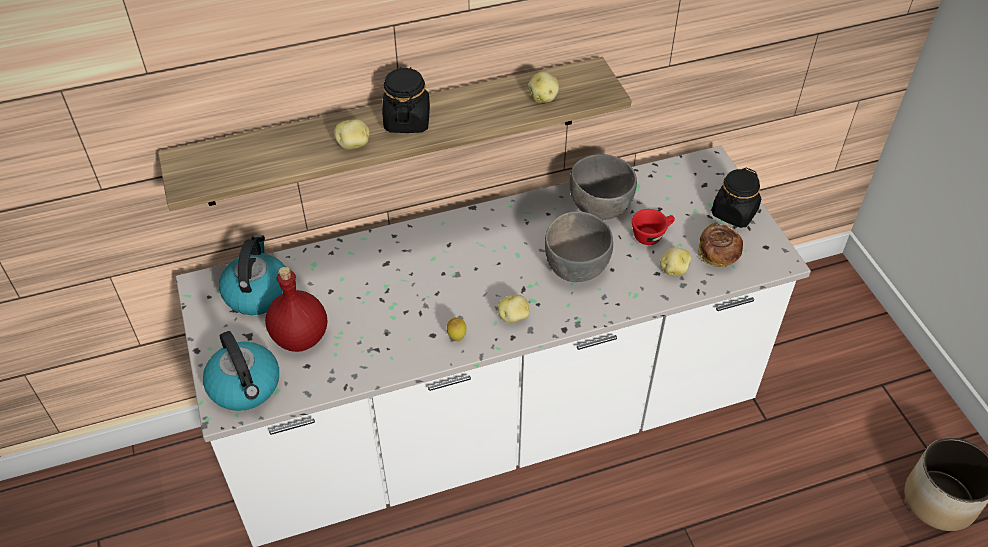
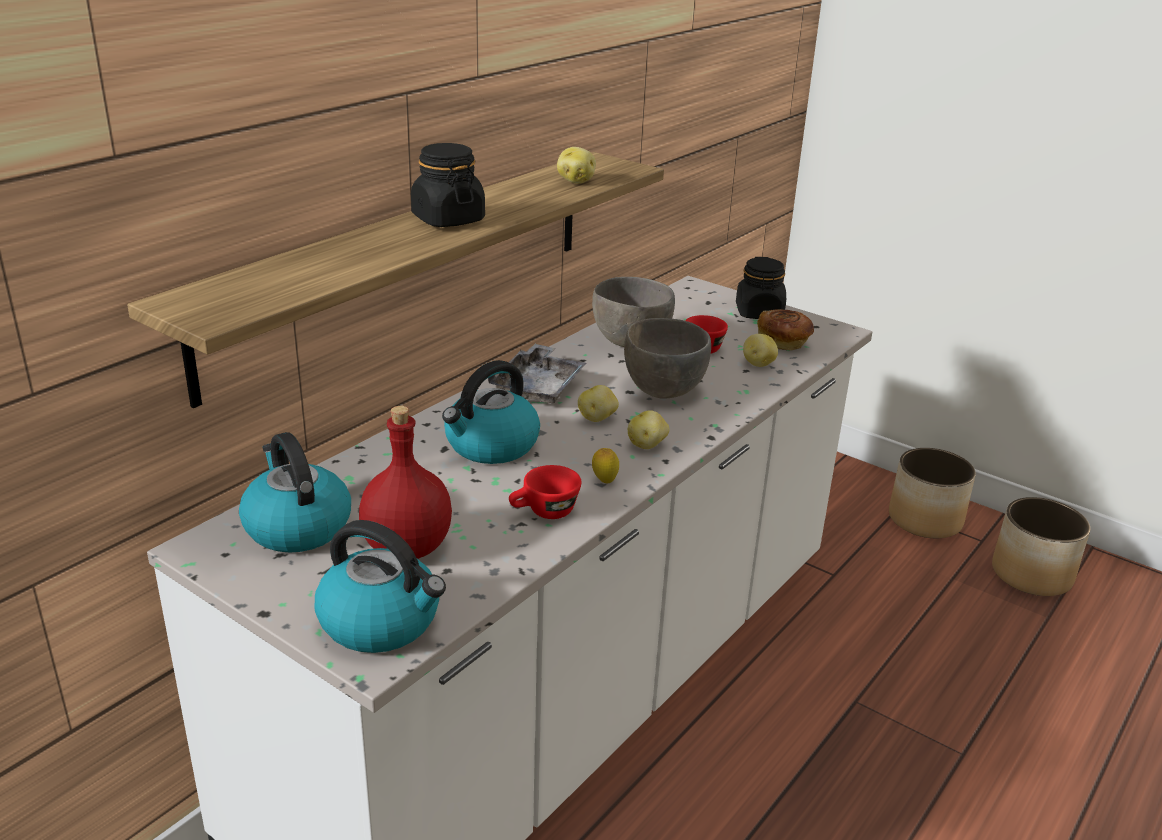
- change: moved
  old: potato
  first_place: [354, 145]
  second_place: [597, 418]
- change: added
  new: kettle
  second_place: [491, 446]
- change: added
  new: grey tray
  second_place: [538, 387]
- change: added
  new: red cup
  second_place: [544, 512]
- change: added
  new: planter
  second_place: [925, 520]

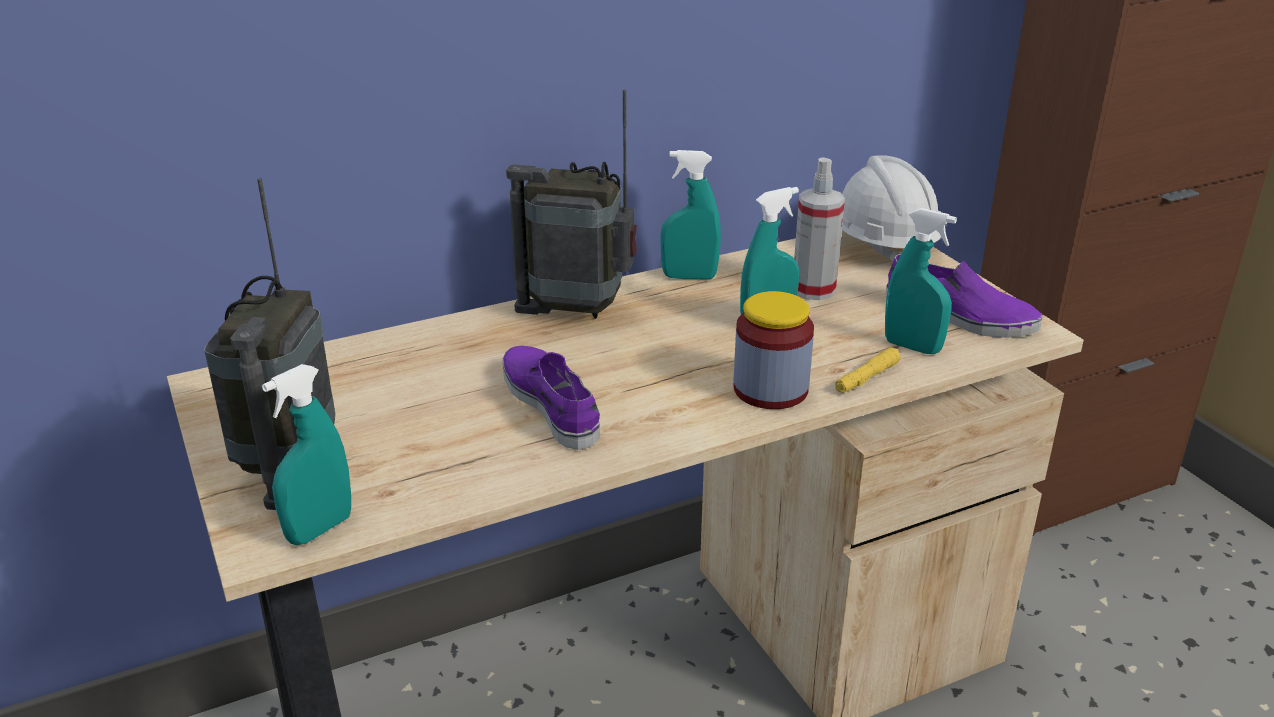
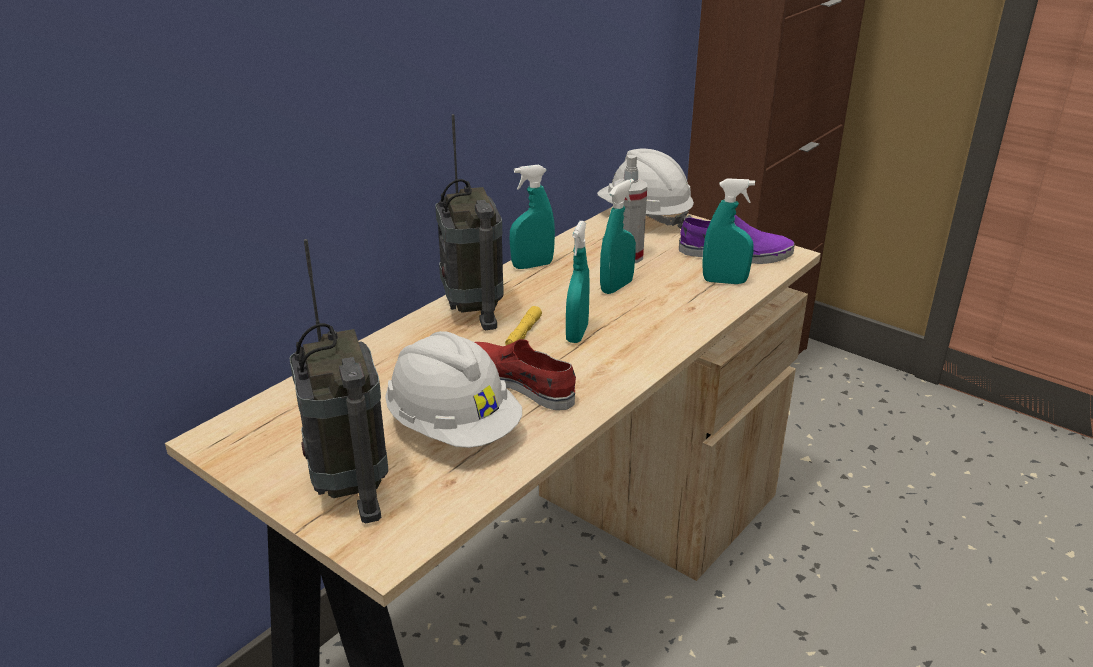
- change: moved
  old: turquoise spray bottle
  first_place: [319, 529]
  second_place: [577, 334]
- change: recoloured
  old: purple shoe
  new: red shoe
  first_place: [552, 404]
  second_place: [516, 382]
- change: turned
  old: radio
  first_place: [577, 311]
  second_place: [472, 309]
  degrees: -90
- change: removed
  old: jar
  first_place: [770, 389]
- change: moved
  old: yellow flashlight
  first_place: [866, 378]
  second_place: [523, 333]
- change: added
  new: white hard hat
  second_place: [453, 427]

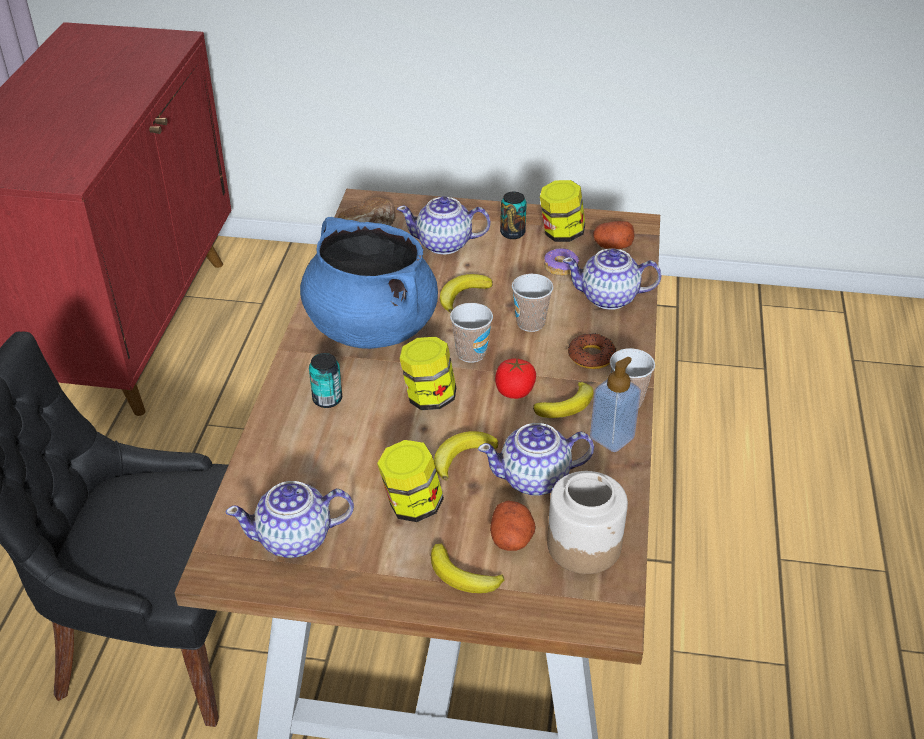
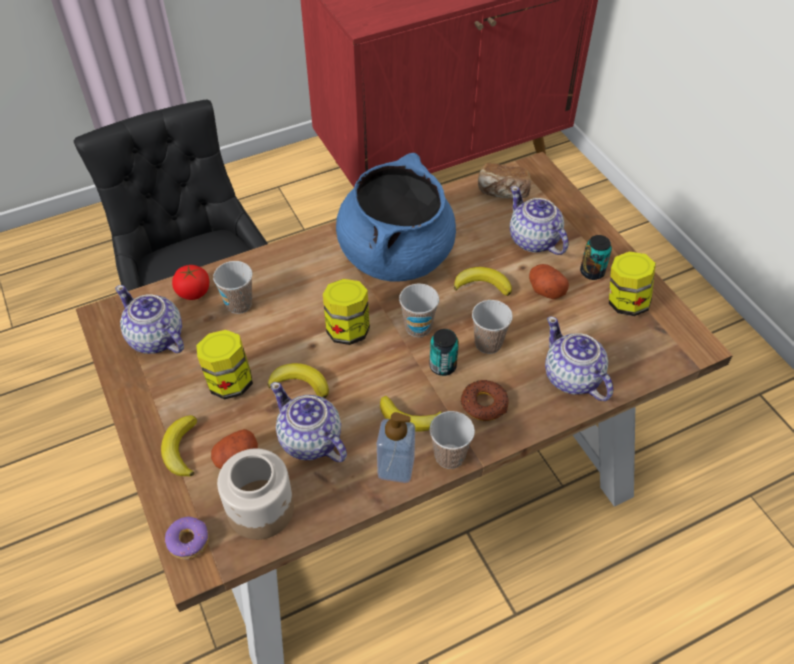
- change: moved
  old: can
  first_place: [327, 399]
  second_place: [442, 366]
- change: moved
  old: tomato
  first_place: [514, 391]
  second_place: [193, 292]
- change: moved
  old: donut
  first_place: [560, 267]
  second_place: [189, 541]
- change: moved
  old: potato
  first_place: [612, 246]
  second_place: [545, 289]
- change: added
  new: cup
  second_place: [239, 304]

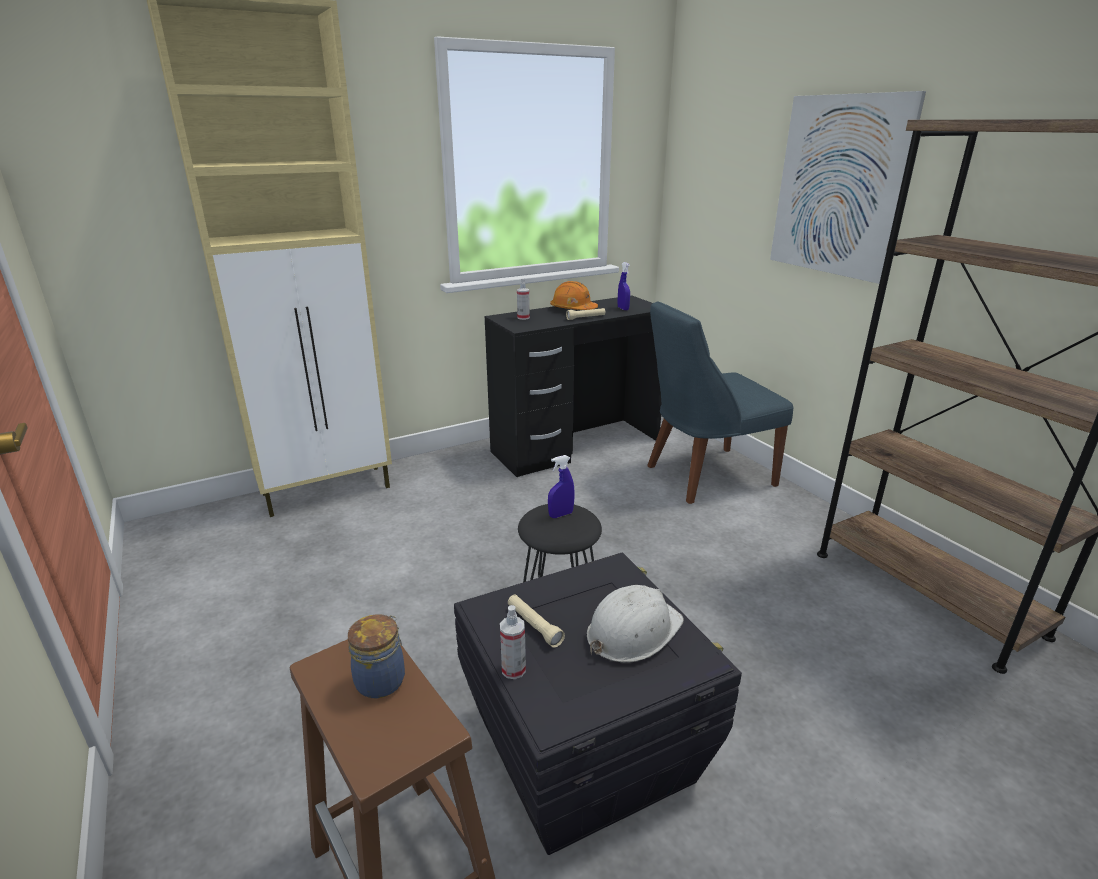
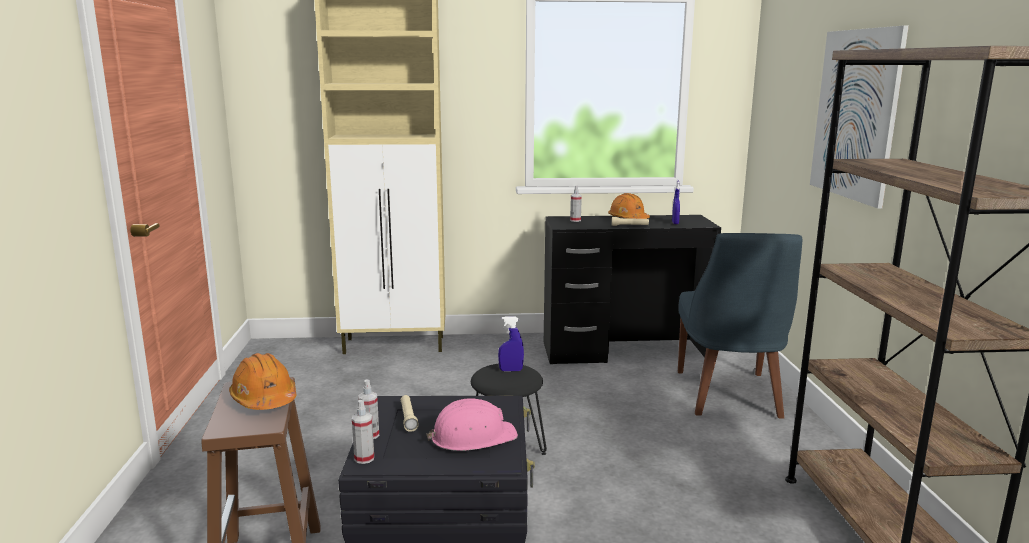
- change: replaced
  old: jar
  new: orange hard hat
  first_place: [382, 680]
  second_place: [264, 399]
- change: recoloured
  old: white hard hat
  new: pink hard hat
  first_place: [632, 631]
  second_place: [472, 436]
- change: turned
  old: blue chair
  first_place: [704, 476]
  second_place: [729, 396]
  degrees: -90
- change: added
  new: spray bottle
  second_place: [364, 458]

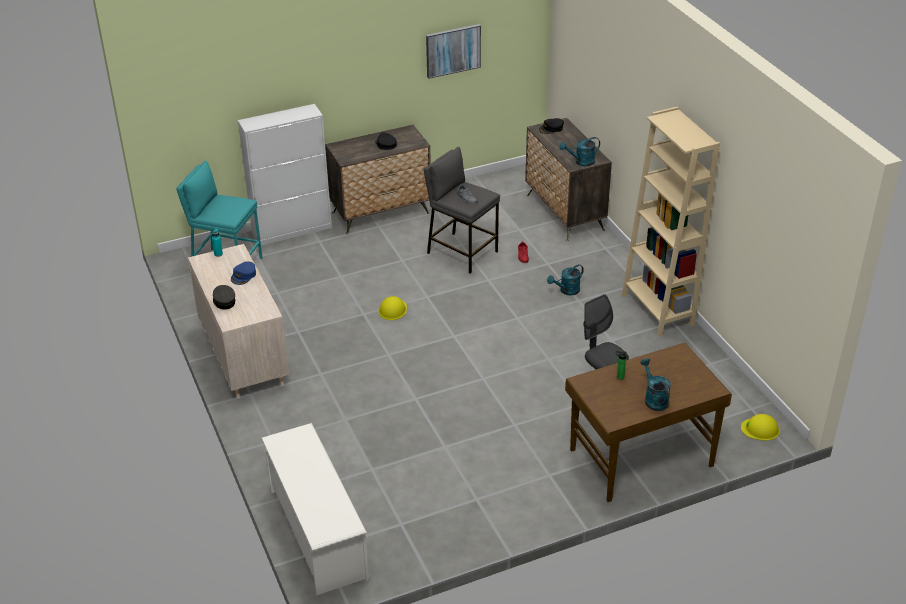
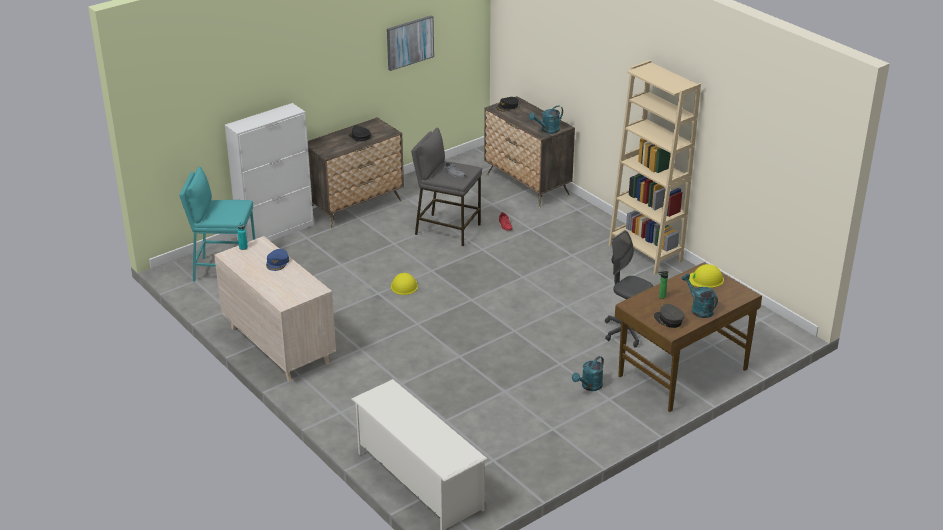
- change: moved
  old: grey cap
  first_place: [224, 301]
  second_place: [668, 320]
- change: moved
  old: turquoise watering can
  first_place: [566, 291]
  second_place: [589, 387]
- change: moved
  old: yellow hard hat
  first_place: [760, 429]
  second_place: [706, 279]

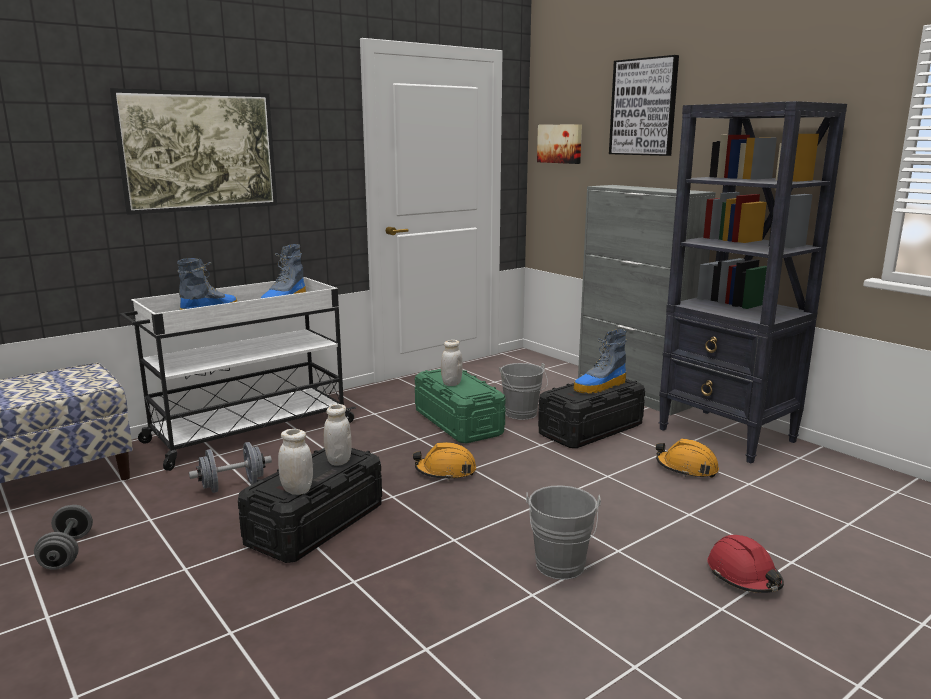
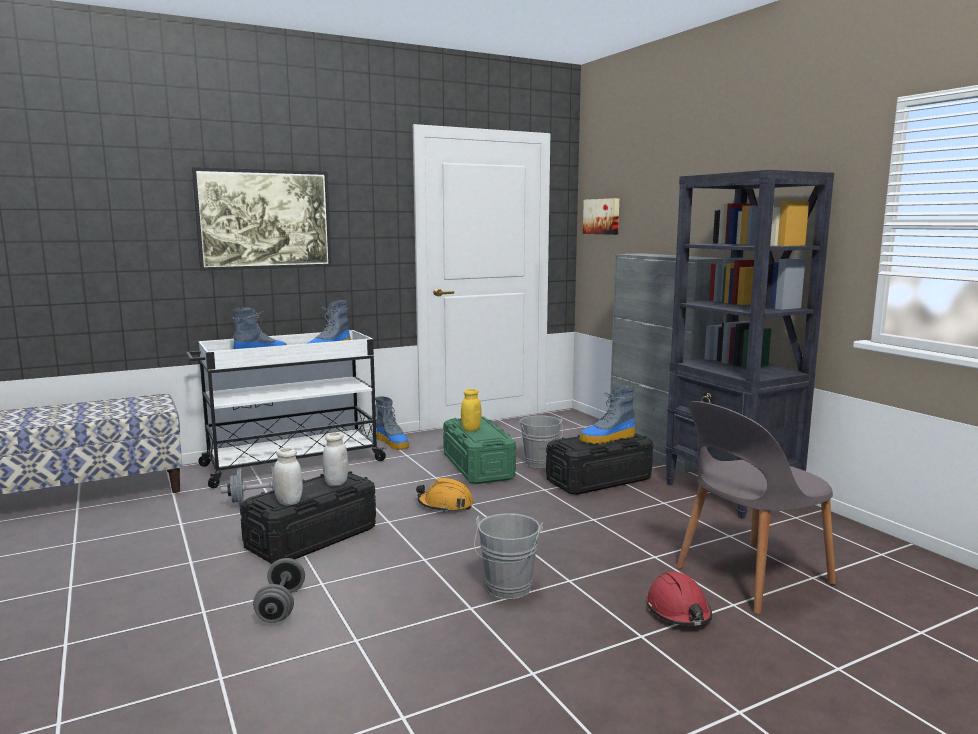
- change: moved
  old: grey dumbbell
  first_place: [67, 552]
  second_place: [281, 606]
- change: recoloured
  old: white jar
  new: yellow jar
  first_place: [451, 383]
  second_place: [471, 429]
- change: removed
  old: picture
  first_place: [644, 107]
- change: removed
  old: orange hard hat
  first_place: [686, 468]
- change: added
  new: boot
  second_place: [393, 443]
- change: added
  new: grey chair
  second_place: [750, 576]

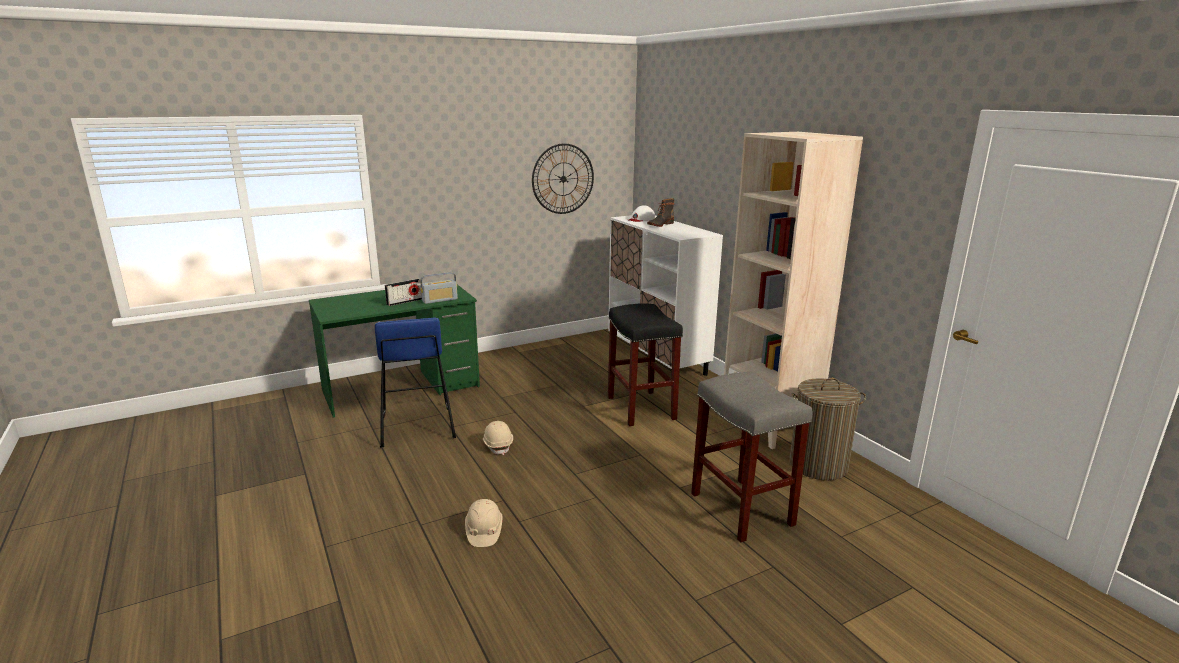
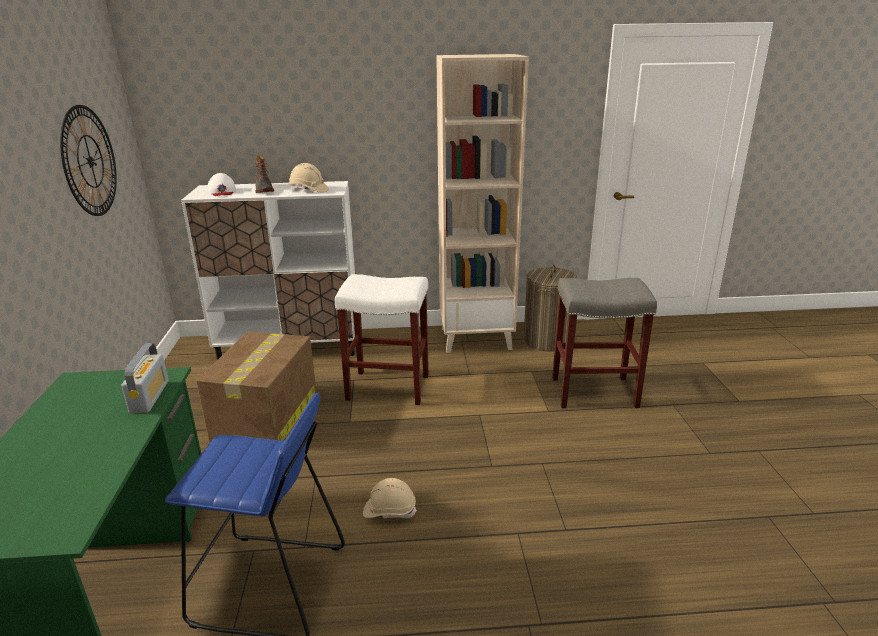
- change: removed
  old: radio
  first_place: [404, 302]
- change: moved
  old: beige hard hat
  first_place: [483, 531]
  second_place: [309, 190]
- change: recoloured
  old: black stool
  new: white stool
  first_place: [642, 408]
  second_place: [389, 387]
- change: added
  new: cardboard box
  second_place: [265, 418]

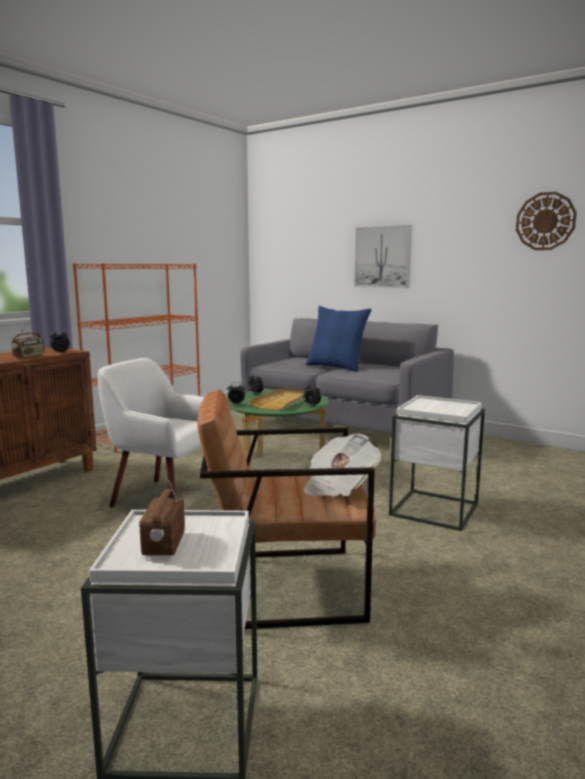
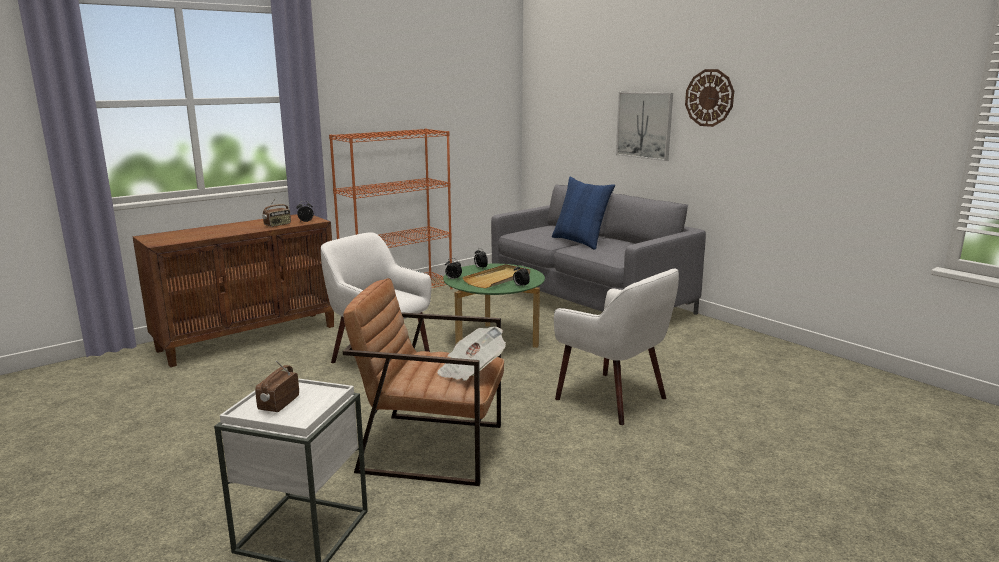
- change: replaced
  old: white side table
  new: white armchair
  first_place: [434, 510]
  second_place: [612, 398]
- change: moved
  old: wall clock
  first_place: [545, 221]
  second_place: [709, 98]

